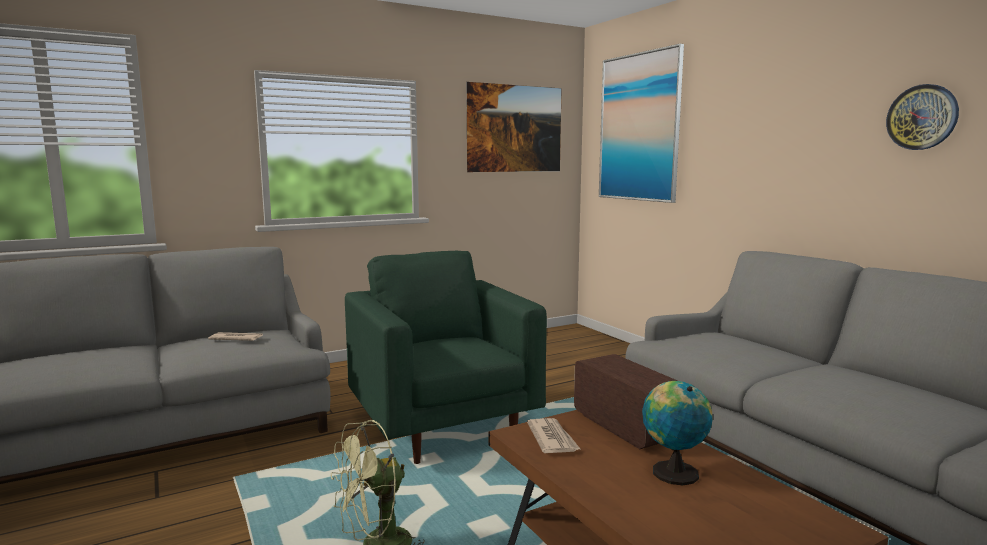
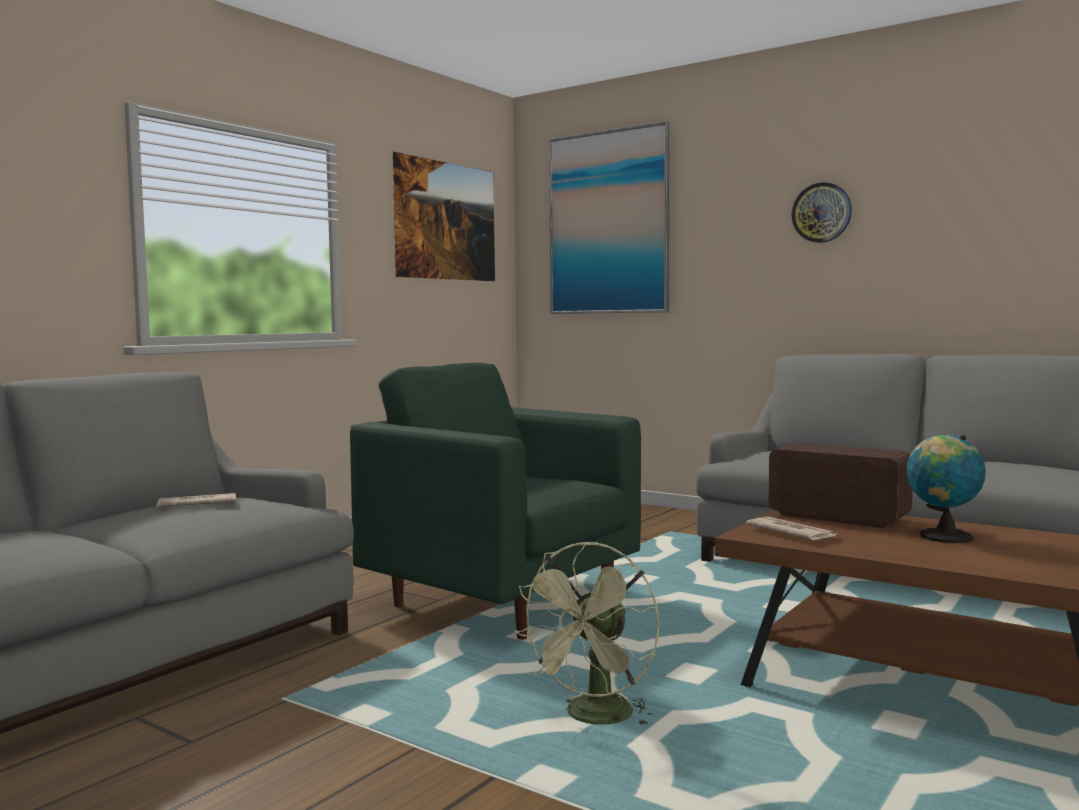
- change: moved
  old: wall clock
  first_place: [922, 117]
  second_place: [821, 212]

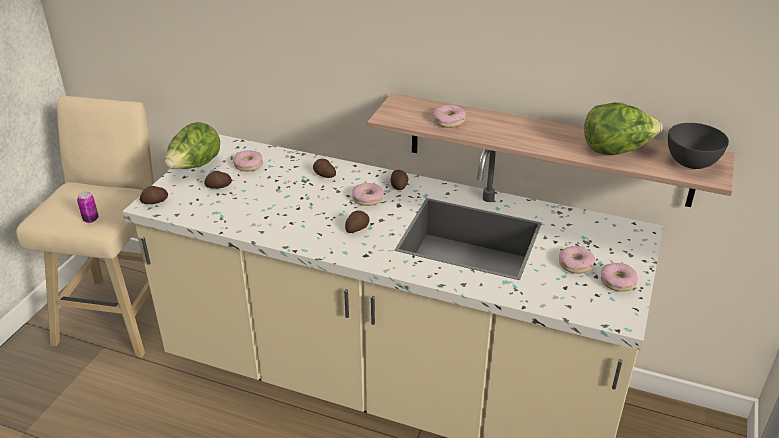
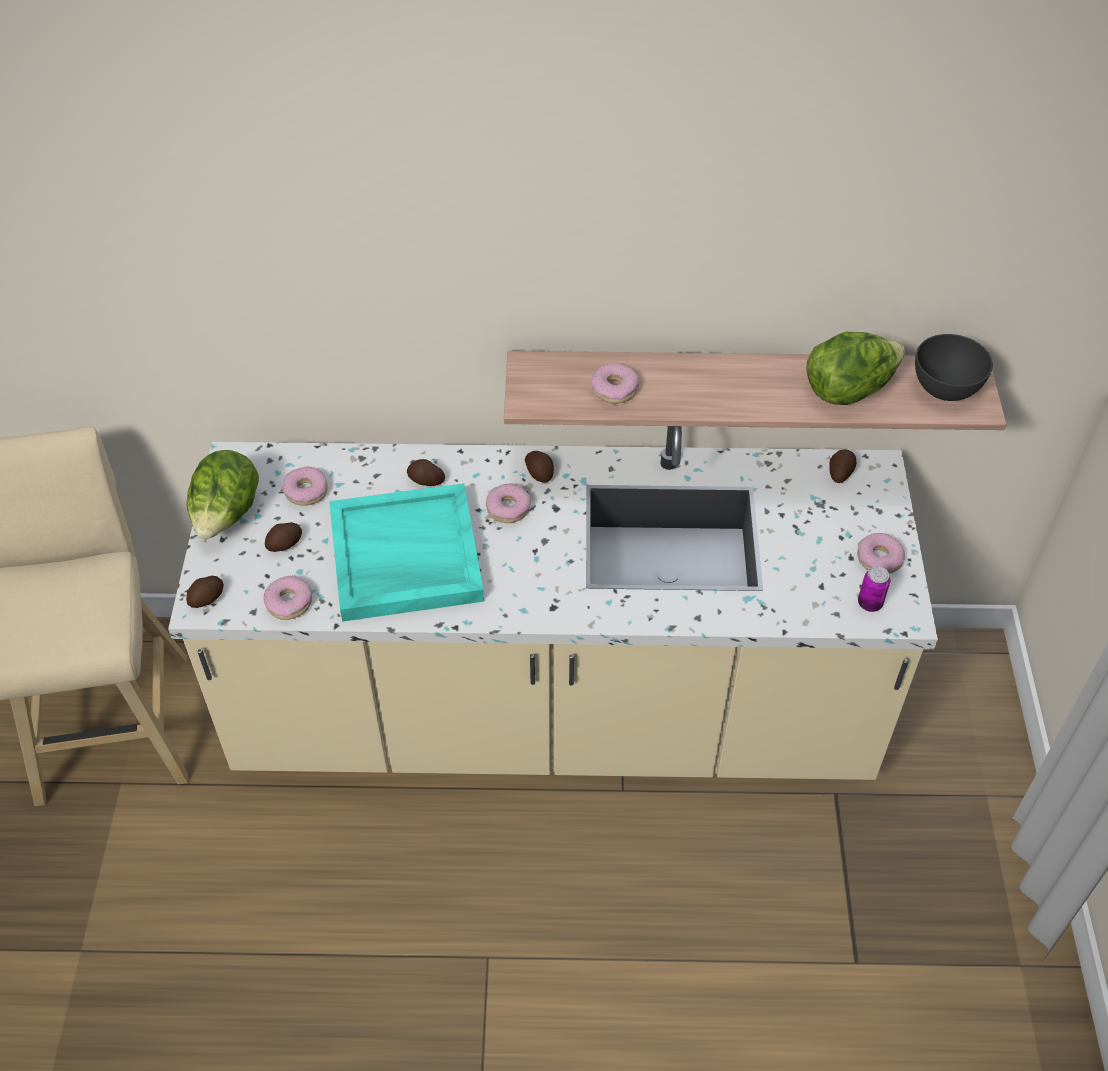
- change: moved
  old: can
  first_place: [91, 219]
  second_place: [869, 603]
- change: moved
  old: potato
  first_place: [356, 228]
  second_place: [840, 472]
- change: moved
  old: donut
  first_place: [575, 264]
  second_place: [289, 602]
- change: added
  new: turquoise tray
  second_place: [404, 557]

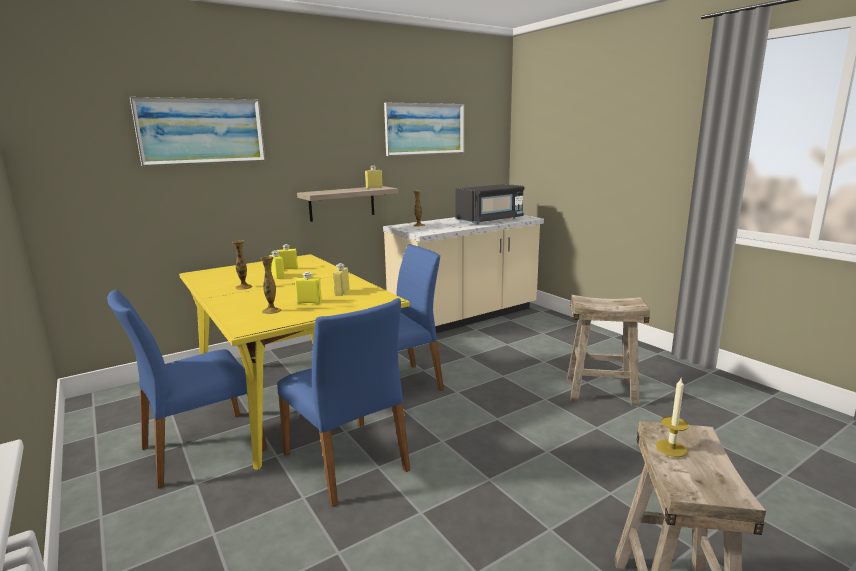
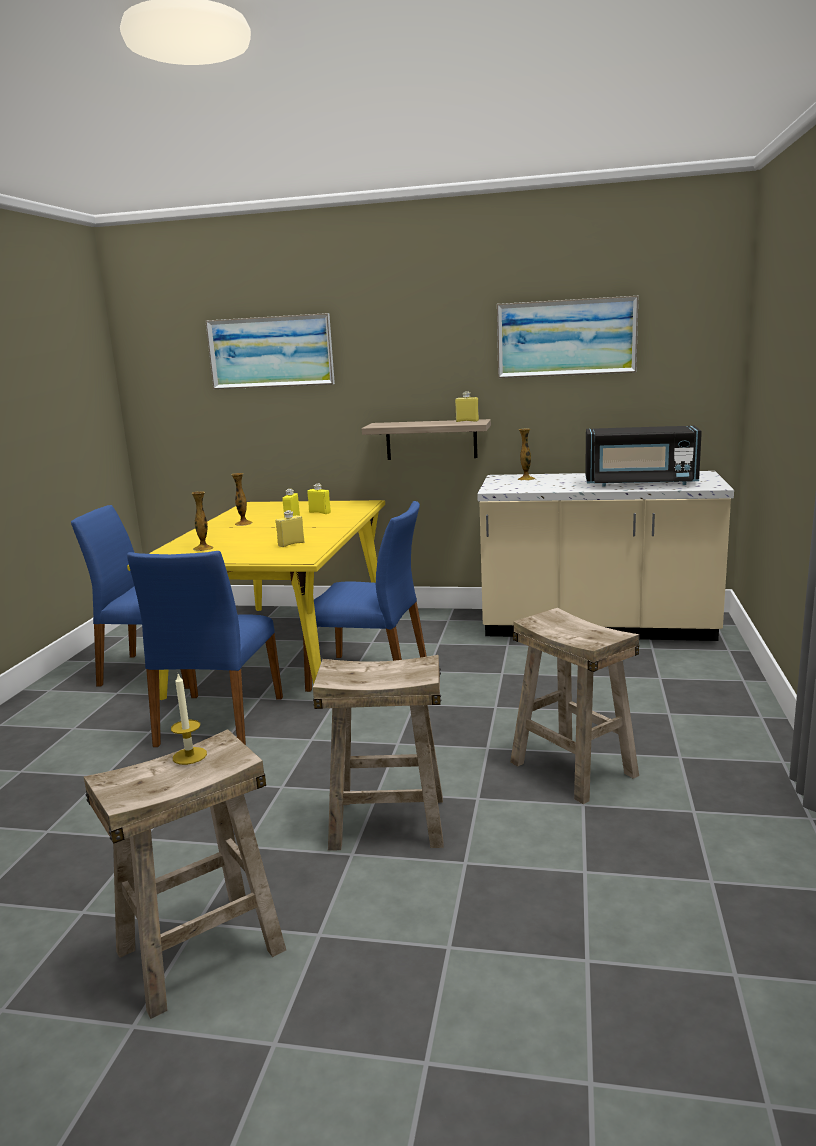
- change: removed
  old: yellow bottle
  first_place: [309, 302]
- change: added
  new: beige stool
  second_place: [387, 823]

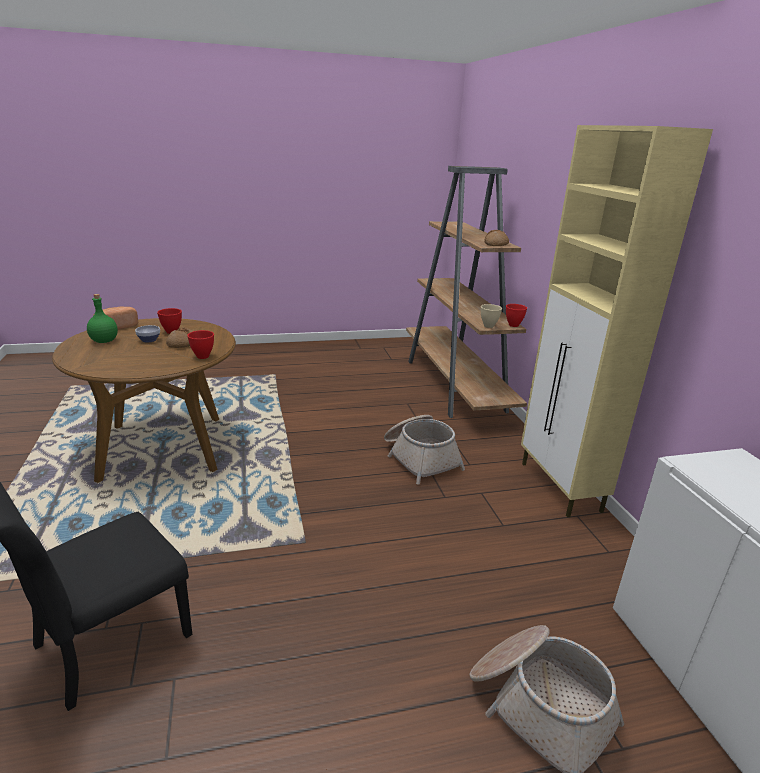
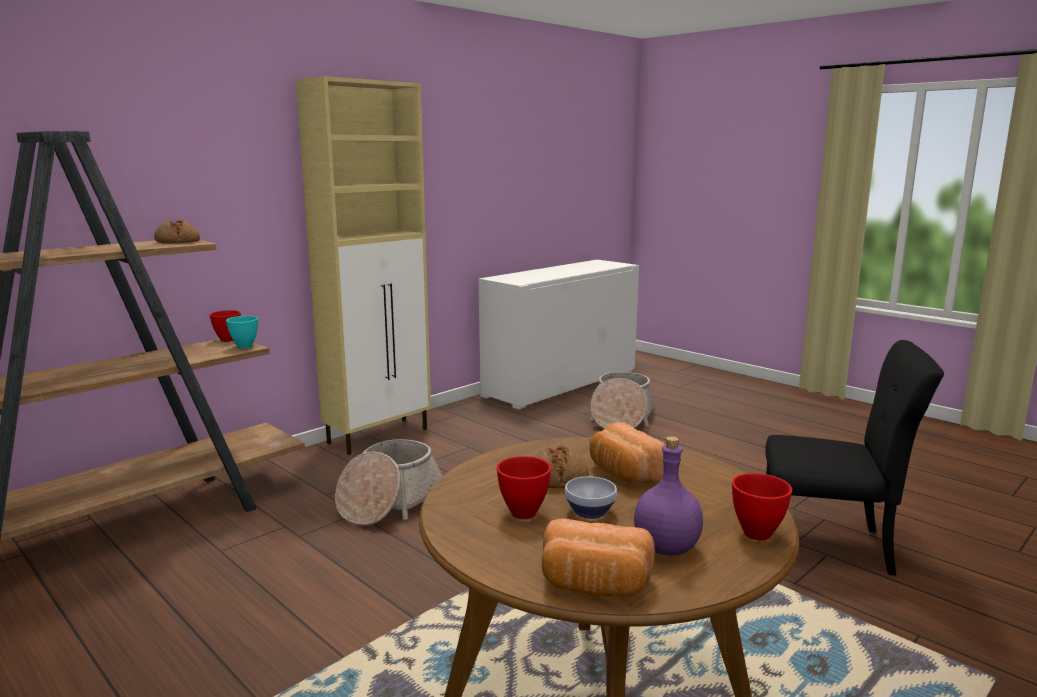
- change: recoloured
  old: green bottle
  new: purple bottle
  first_place: [105, 341]
  second_place: [665, 547]
- change: moved
  old: red bowl
  first_place: [202, 356]
  second_place: [758, 534]
- change: recoloured
  old: beige bowl
  new: turquoise bowl
  first_place: [489, 326]
  second_place: [245, 346]
- change: added
  new: bread
  second_place: [624, 474]

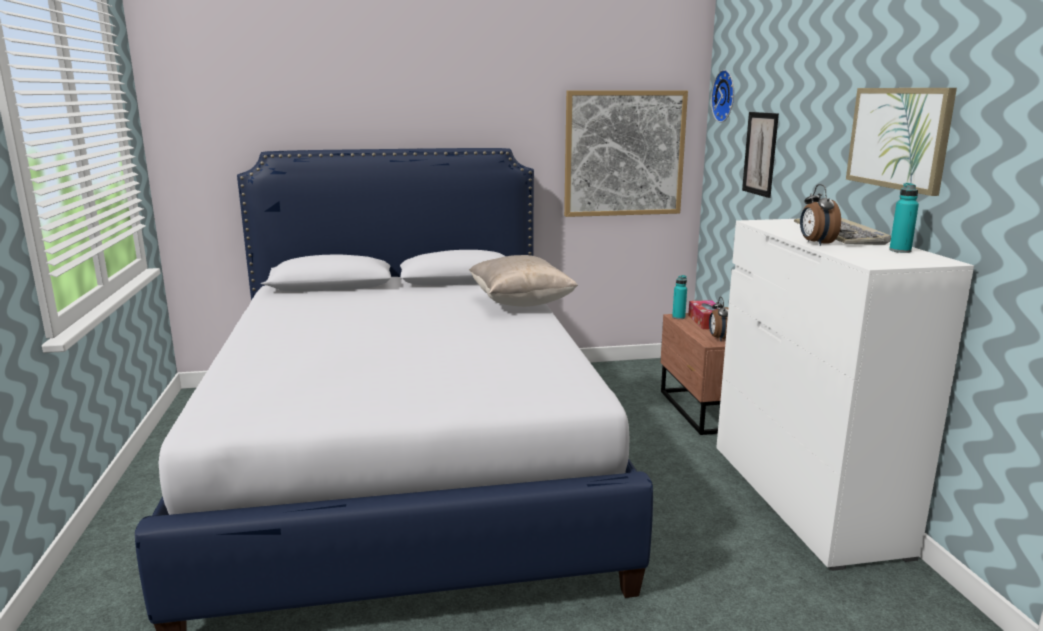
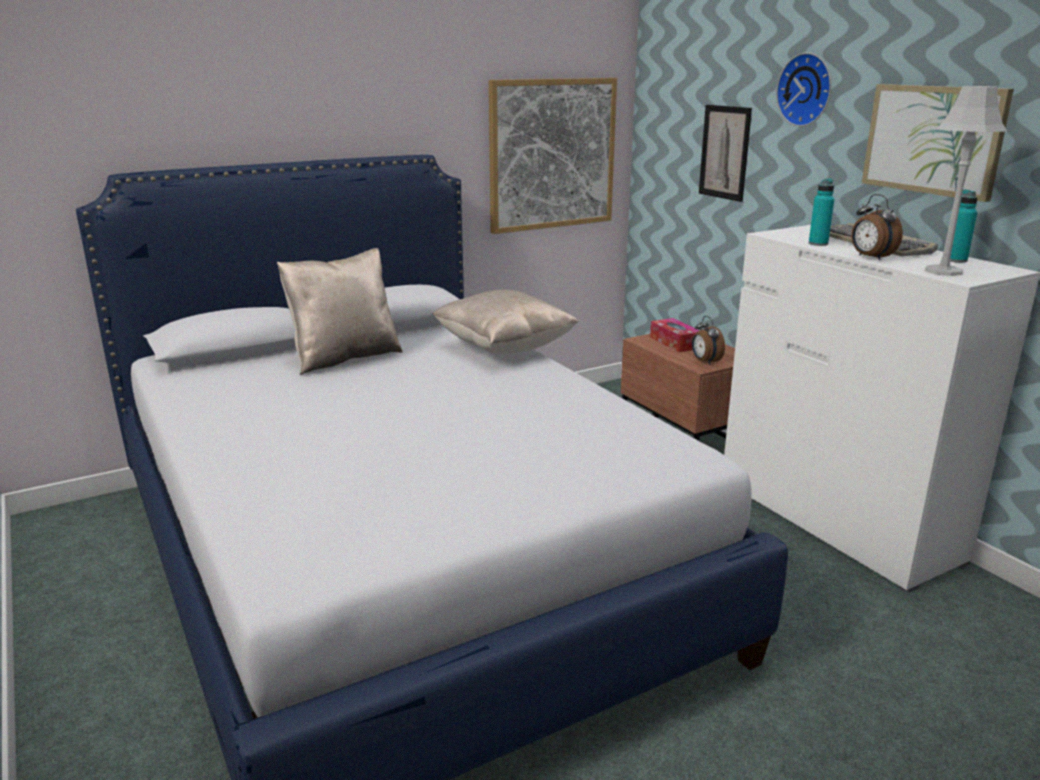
- change: moved
  old: turquoise bottle
  first_place: [678, 317]
  second_place: [818, 244]
- change: moved
  old: wall clock
  first_place: [726, 96]
  second_place: [807, 89]
- change: added
  new: beige pillow
  second_place: [344, 358]
- change: added
  new: grey table lamp
  second_place: [943, 271]

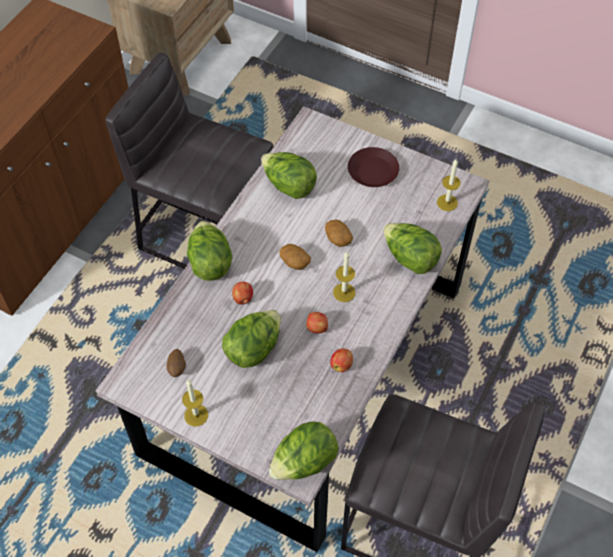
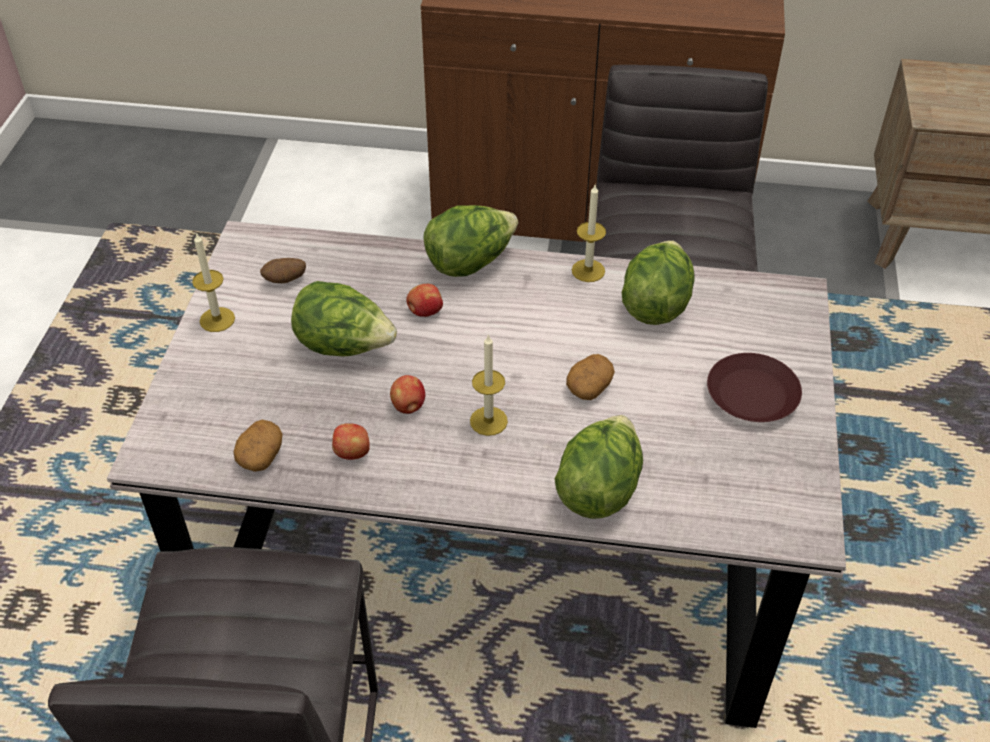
- change: removed
  old: lettuce
  first_place: [304, 462]
- change: moved
  old: potato
  first_place: [294, 262]
  second_place: [260, 455]
- change: moved
  old: candle
  first_place: [447, 202]
  second_place: [588, 270]

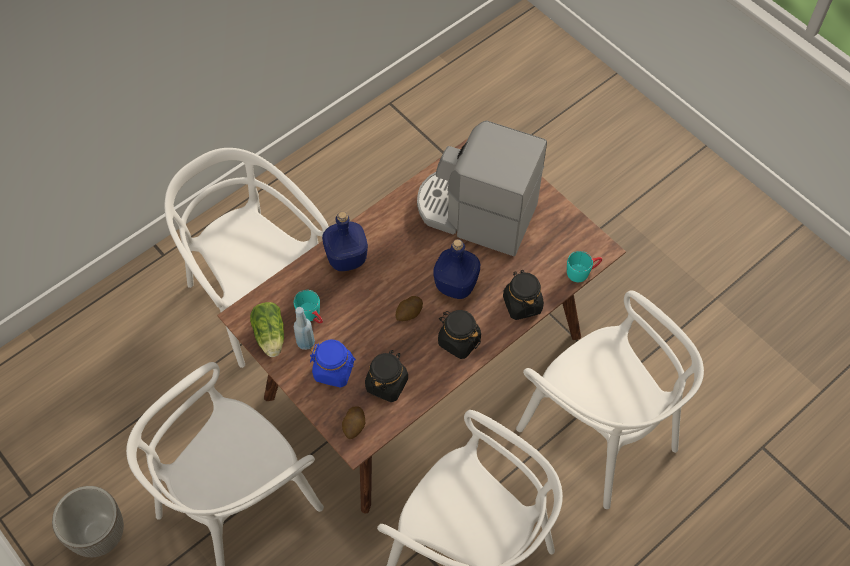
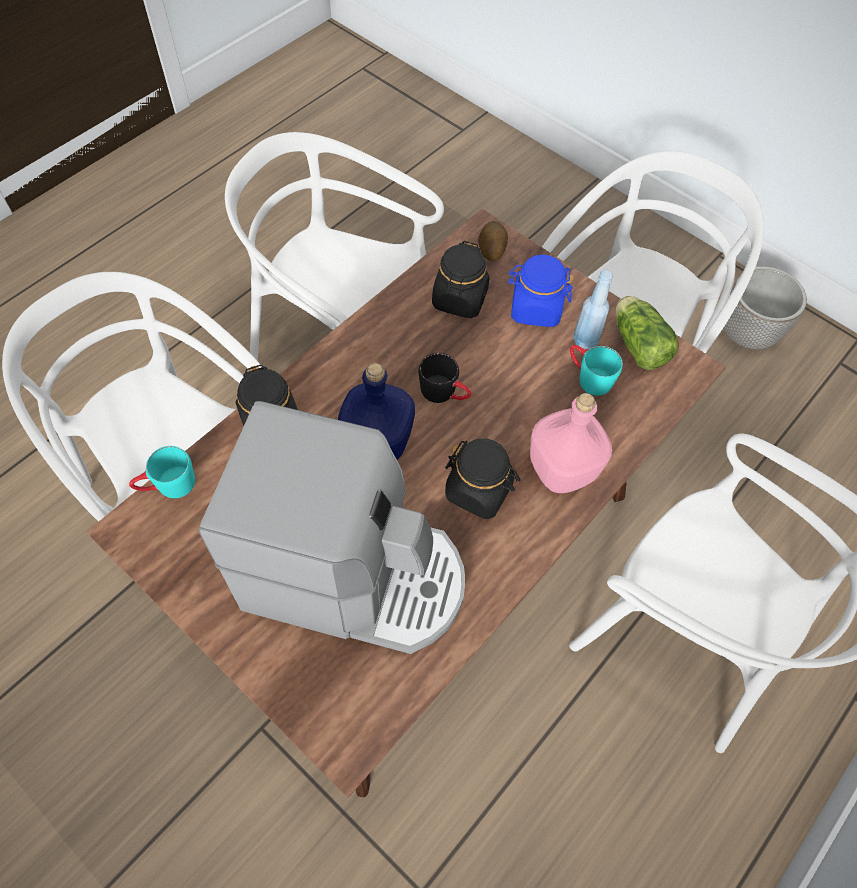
- change: recoloured
  old: blue bottle
  new: pink bottle
  first_place: [347, 259]
  second_place: [561, 468]
- change: replaced
  old: potato
  new: black mug
  first_place: [409, 313]
  second_place: [445, 393]
- change: moved
  old: black jar
  first_place: [458, 341]
  second_place: [479, 491]

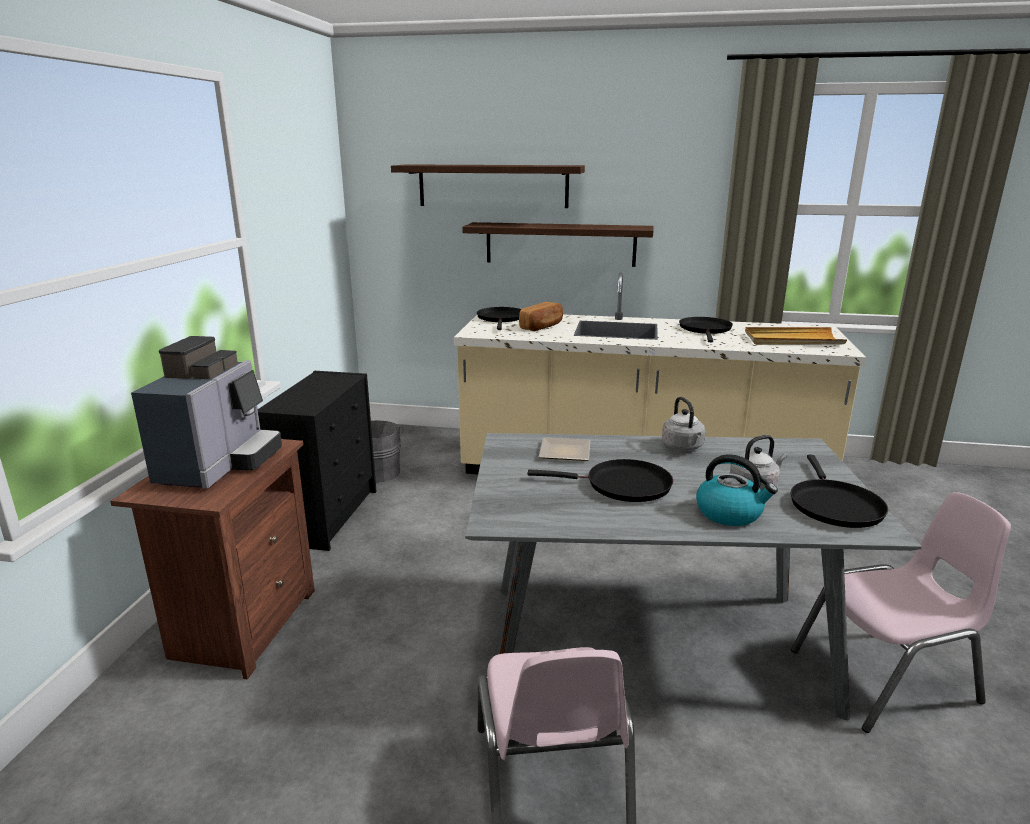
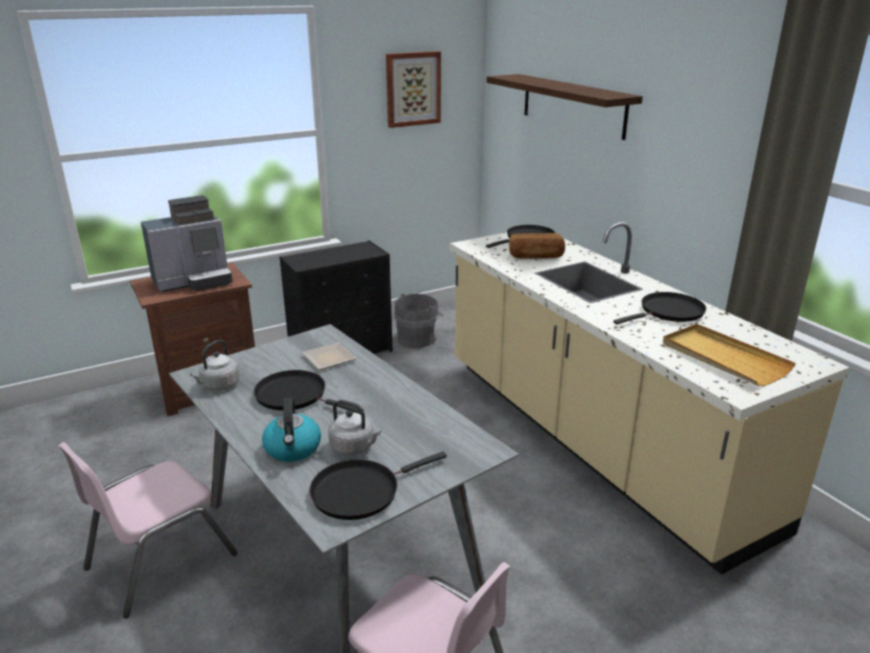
- change: removed
  old: shelf
  first_place: [560, 244]
- change: turned
  old: black frying pan
  first_place: [622, 485]
  second_place: [295, 396]
  degrees: 150
- change: moved
  old: grey kettle
  first_place: [683, 447]
  second_place: [218, 385]
- change: added
  new: picture
  second_place: [412, 89]

